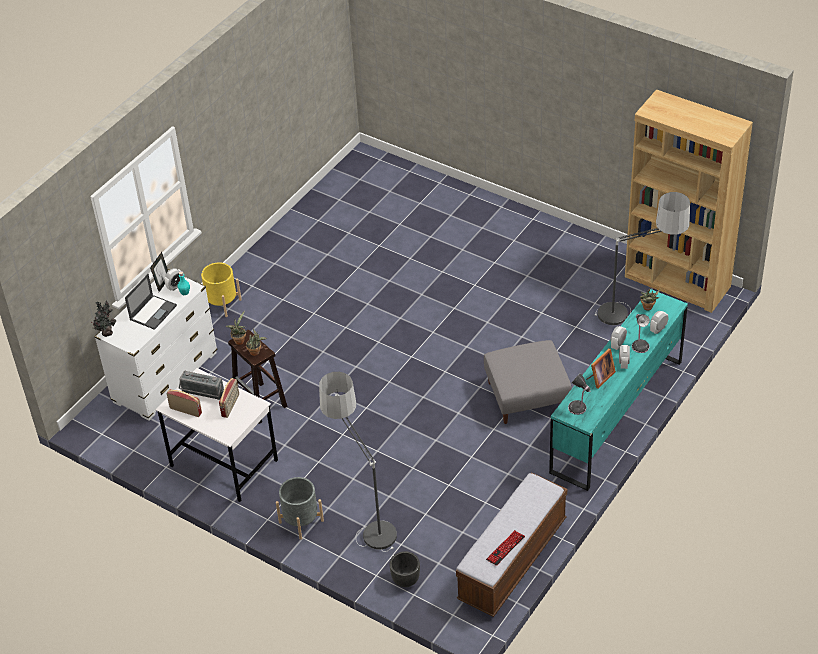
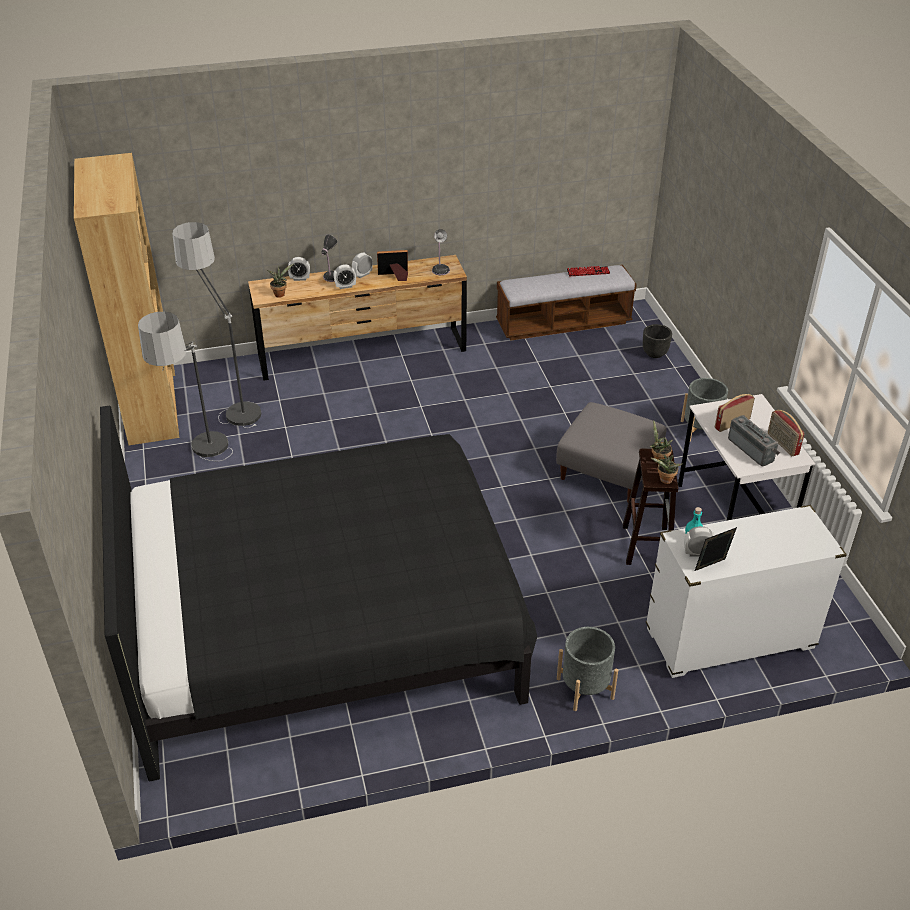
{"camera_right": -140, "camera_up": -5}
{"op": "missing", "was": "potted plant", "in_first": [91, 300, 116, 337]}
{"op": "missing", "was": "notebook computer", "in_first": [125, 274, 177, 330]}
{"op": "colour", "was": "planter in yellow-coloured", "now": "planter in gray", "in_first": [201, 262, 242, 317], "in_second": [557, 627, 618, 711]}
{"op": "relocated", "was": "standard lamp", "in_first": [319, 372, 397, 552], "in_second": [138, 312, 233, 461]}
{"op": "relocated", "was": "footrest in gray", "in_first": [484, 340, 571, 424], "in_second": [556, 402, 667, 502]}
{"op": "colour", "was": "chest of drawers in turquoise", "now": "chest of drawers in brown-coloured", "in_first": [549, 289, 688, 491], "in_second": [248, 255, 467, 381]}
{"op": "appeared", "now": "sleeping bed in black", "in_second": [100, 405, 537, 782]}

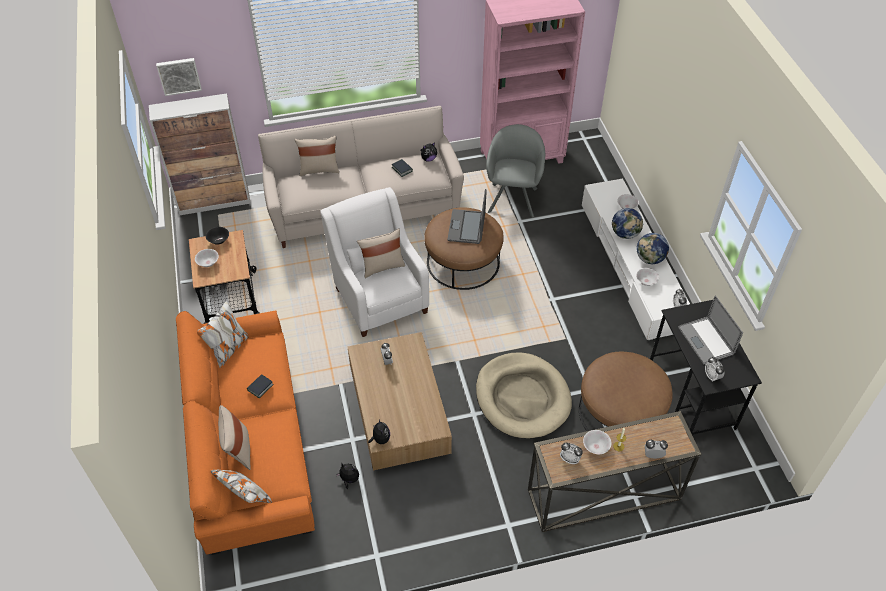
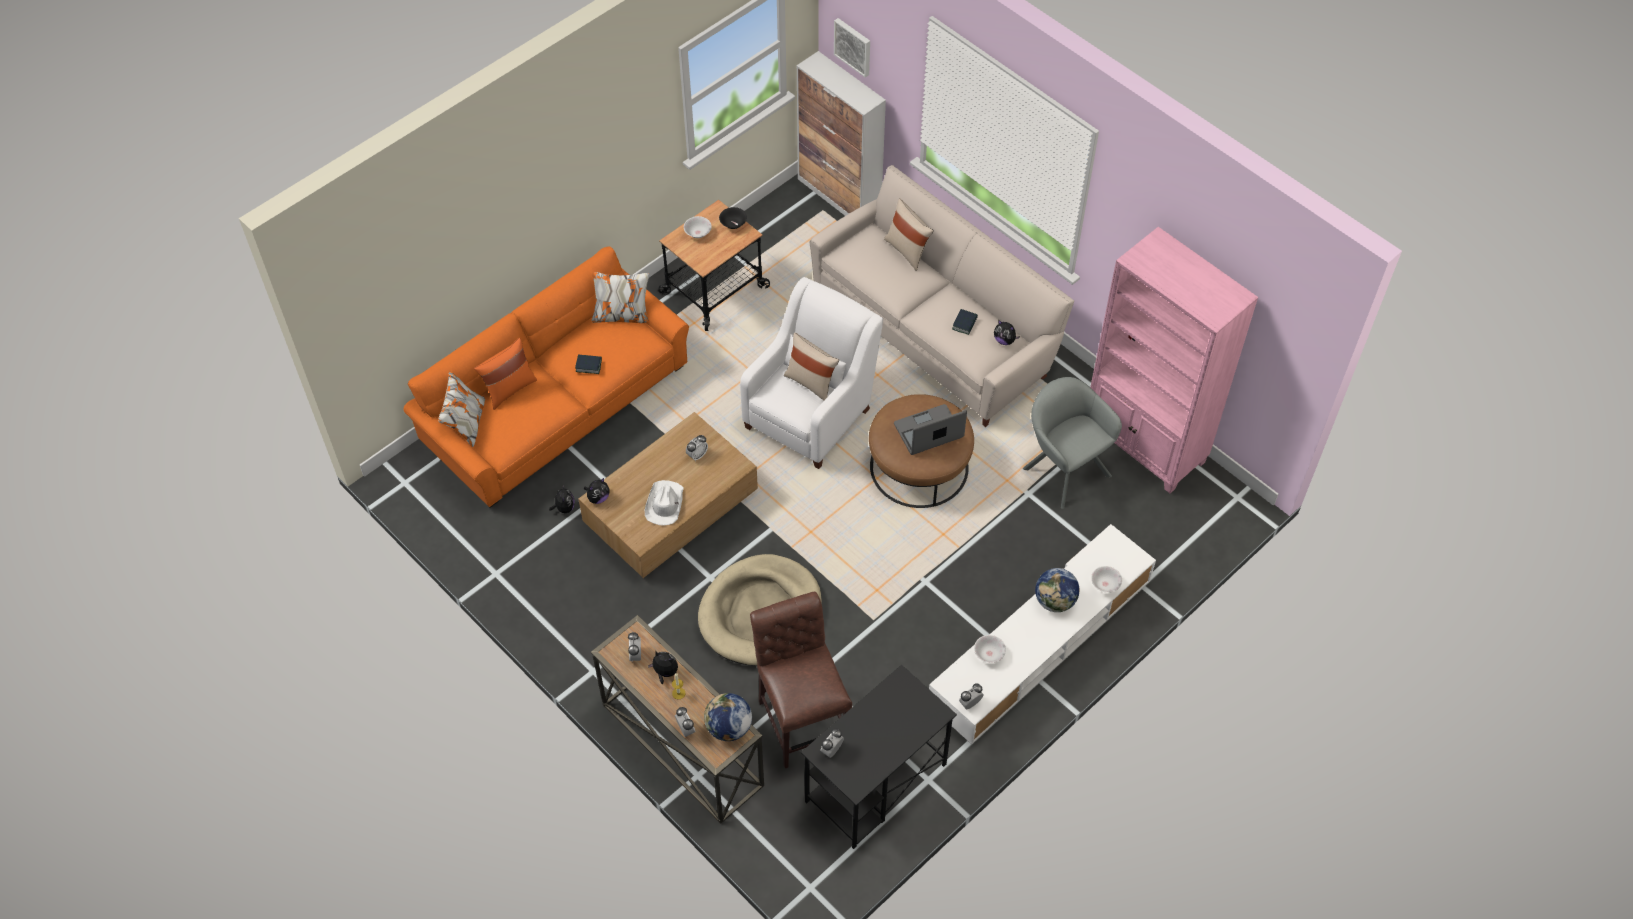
{"camera_right": 60, "camera_up": 5}
{"op": "colour", "was": "throw pillow in beige", "now": "throw pillow in orange-coloured", "in_first": [218, 405, 251, 470], "in_second": [474, 338, 537, 410]}
{"op": "spun", "was": "easy chair in gray", "in_first": [486, 124, 545, 218], "in_second": [1023, 377, 1122, 509], "clockwise": -105}
{"op": "exchanged", "was": "footrest in brown-coloured", "now": "chair in brown-coloured", "in_first": [579, 352, 673, 431], "in_second": [750, 591, 852, 768]}
{"op": "exchanged", "was": "bowl in white-coloured", "now": "cuddly toy", "in_first": [583, 430, 612, 454], "in_second": [648, 651, 678, 684]}
{"op": "relocated", "was": "globe", "in_first": [637, 233, 669, 264], "in_second": [704, 693, 752, 741]}
{"op": "missing", "was": "notebook computer", "in_first": [678, 296, 743, 364]}
{"op": "appeared", "now": "clothing hat in white-coloured", "in_second": [645, 480, 684, 526]}

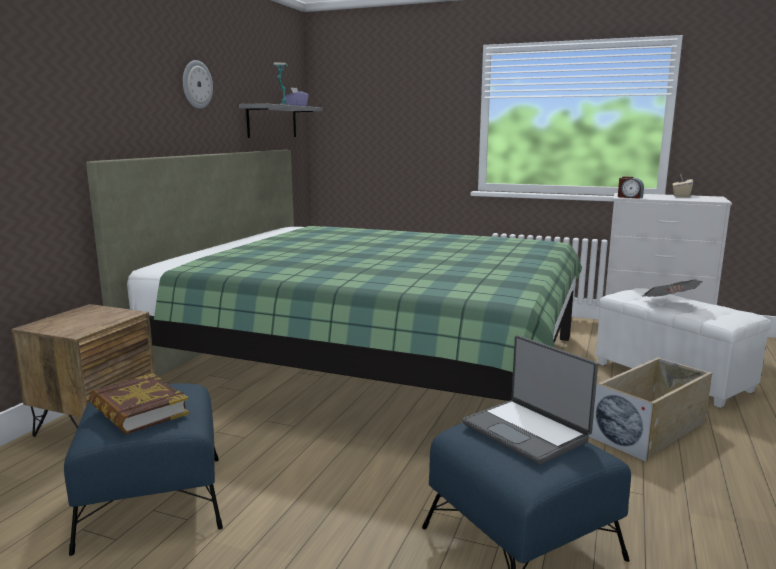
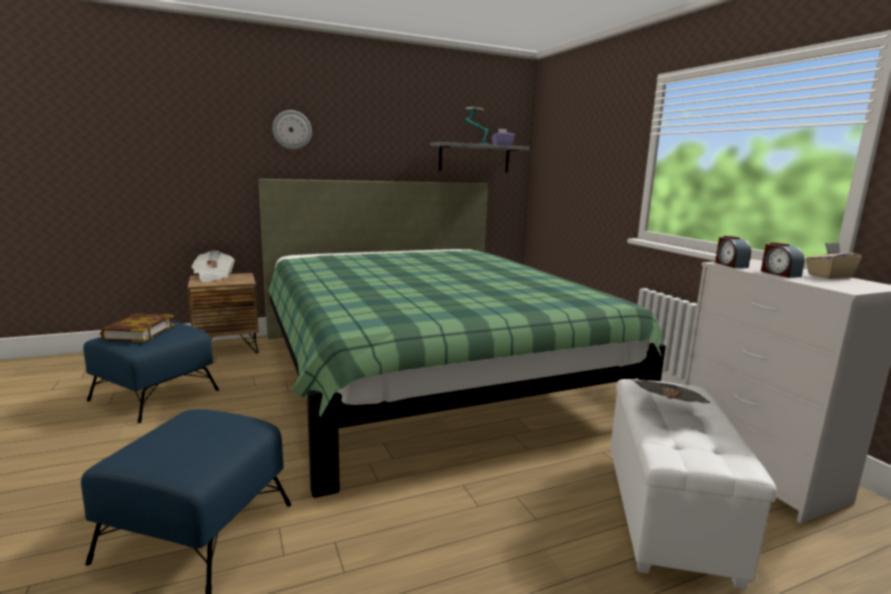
{"camera_right": 45, "camera_up": 0}
{"op": "relocated", "was": "clock on the wall", "in_first": [183, 60, 213, 109], "in_second": [273, 110, 312, 150]}
{"op": "missing", "was": "notebook computer", "in_first": [462, 335, 598, 465]}
{"op": "missing", "was": "storage box in beige", "in_first": [589, 357, 712, 462]}
{"op": "appeared", "now": "newspaper", "in_second": [191, 251, 235, 282]}
{"op": "appeared", "now": "table clock", "in_second": [761, 242, 805, 278]}

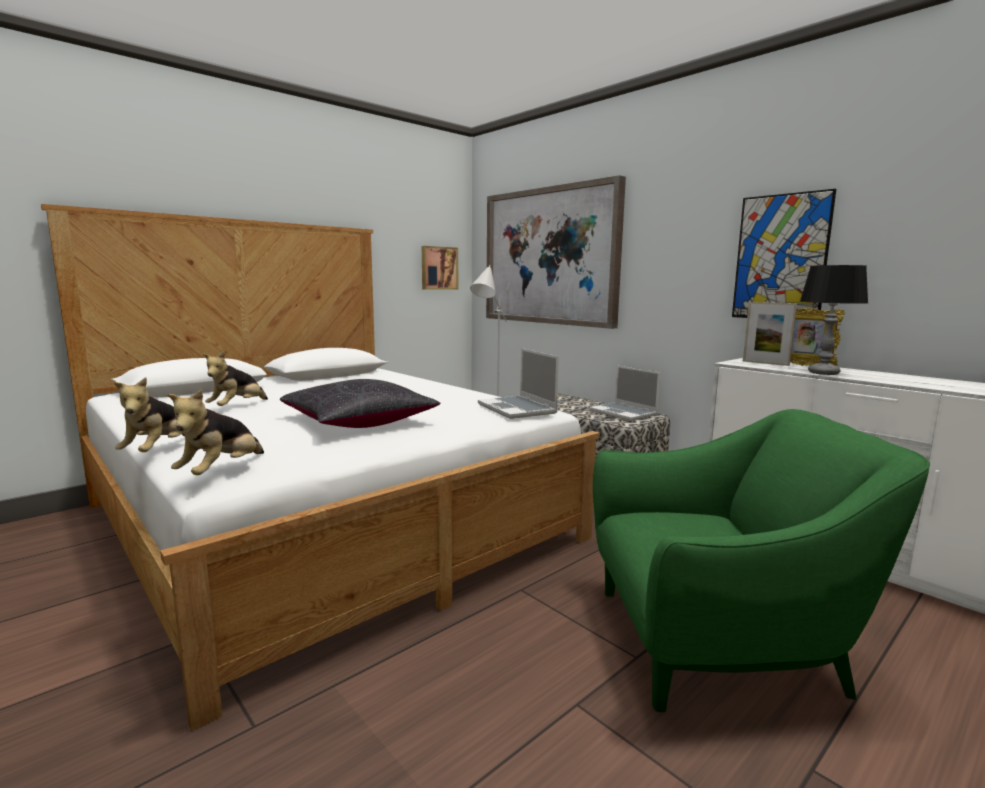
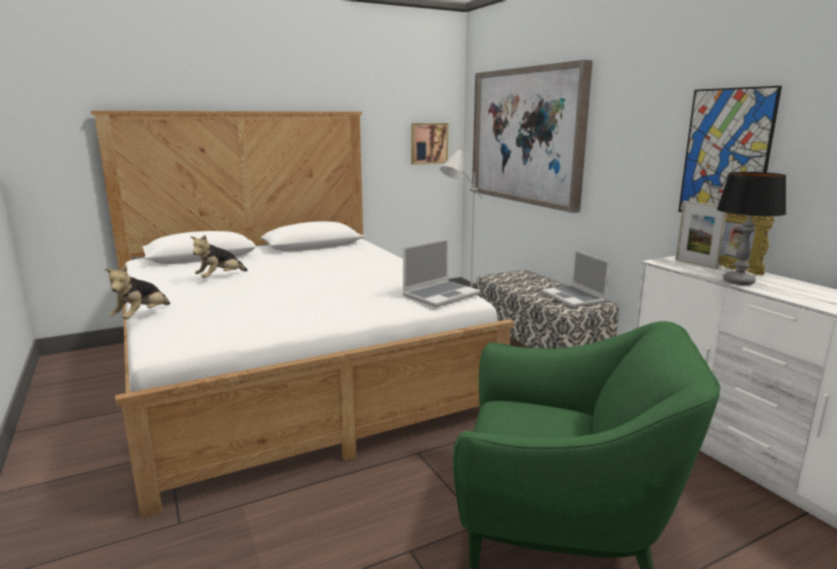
{"camera_right": 15, "camera_up": 5}
{"op": "missing", "was": "cuddly toy", "in_first": [167, 389, 264, 475]}
{"op": "missing", "was": "throw pillow in black", "in_first": [280, 379, 441, 428]}
{"op": "spun", "was": "notebook computer", "in_first": [478, 348, 559, 419], "in_second": [403, 238, 480, 307], "clockwise": -120}

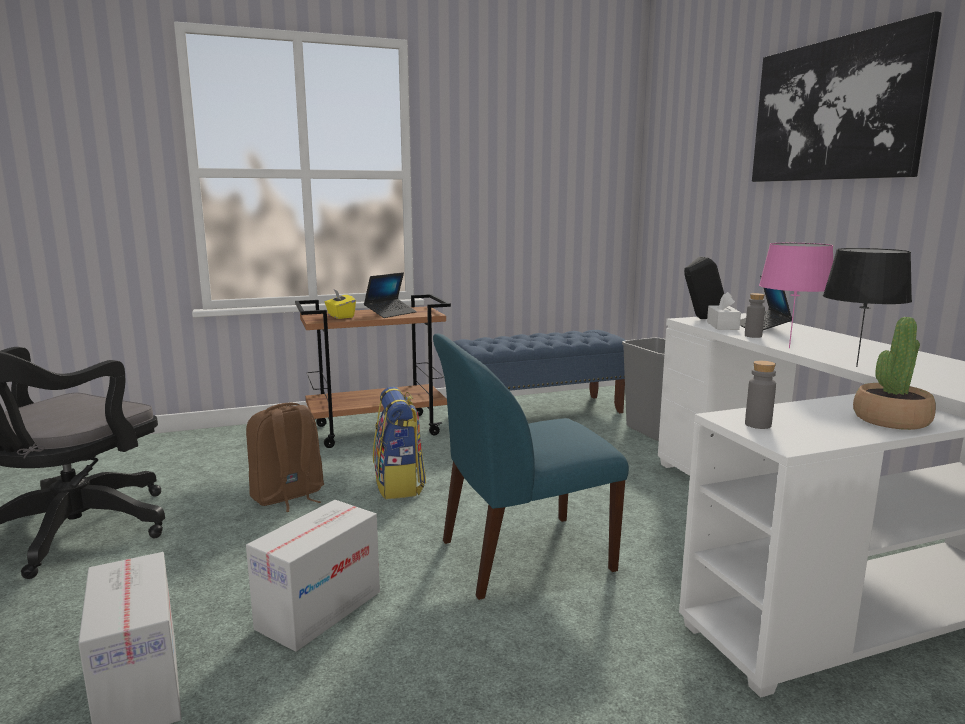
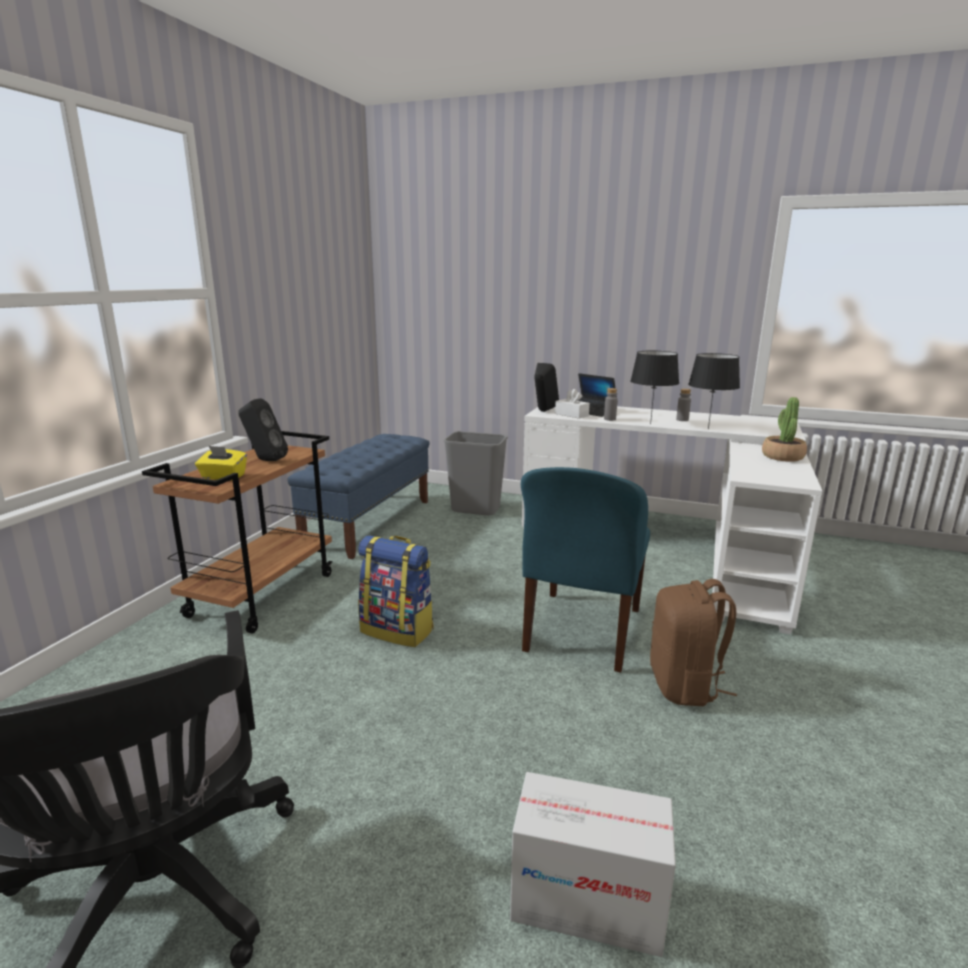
{"camera_right": -50, "camera_up": 5}
{"op": "relocated", "was": "backpack in brown-coloured", "in_first": [246, 402, 324, 512], "in_second": [650, 579, 737, 706]}
{"op": "missing", "was": "packing box", "in_first": [246, 500, 380, 652]}
{"op": "exchanged", "was": "notebook computer", "now": "audio speaker in black", "in_first": [364, 272, 417, 318], "in_second": [238, 398, 288, 461]}
{"op": "relocated", "was": "drink bottle in gray", "in_first": [745, 361, 776, 429], "in_second": [676, 389, 691, 421]}
{"op": "missing", "was": "wall picture", "in_first": [752, 11, 942, 182]}
{"op": "colour", "was": "tabletop lamp in pink-coloured", "now": "tabletop lamp in black", "in_first": [759, 243, 833, 348], "in_second": [630, 350, 679, 424]}

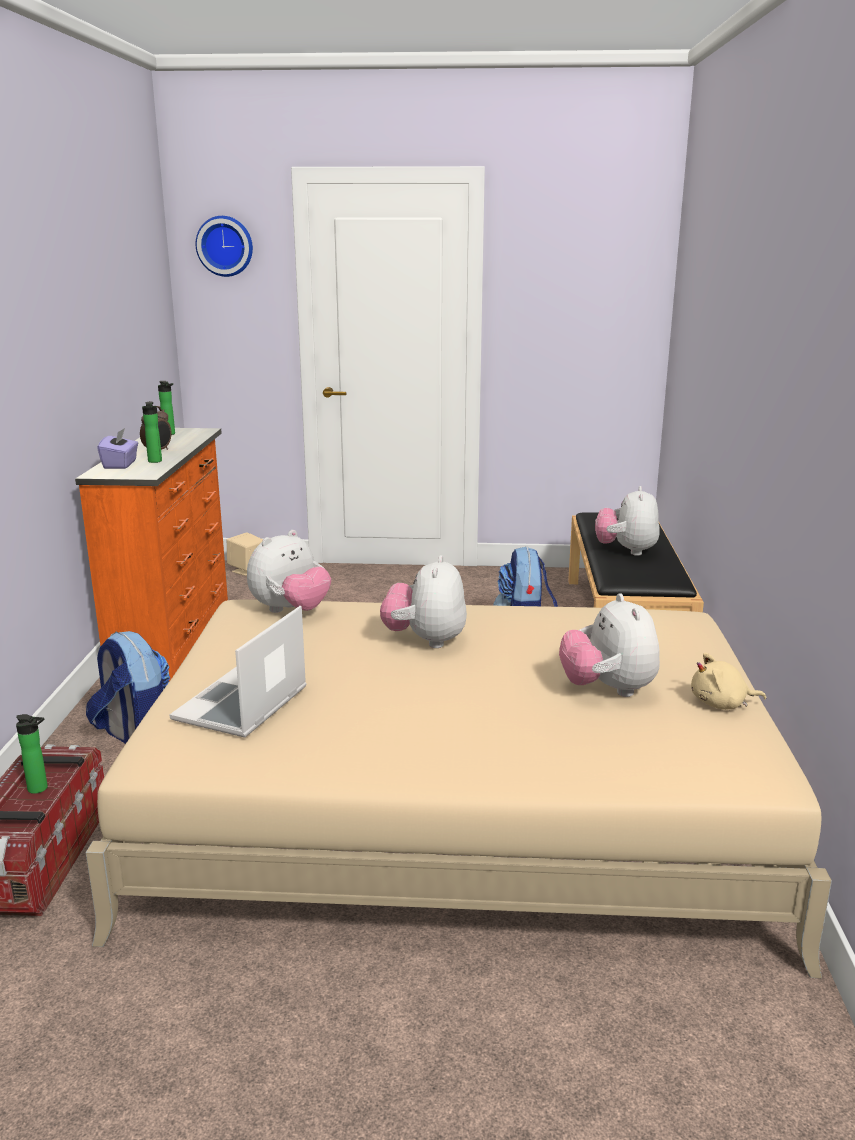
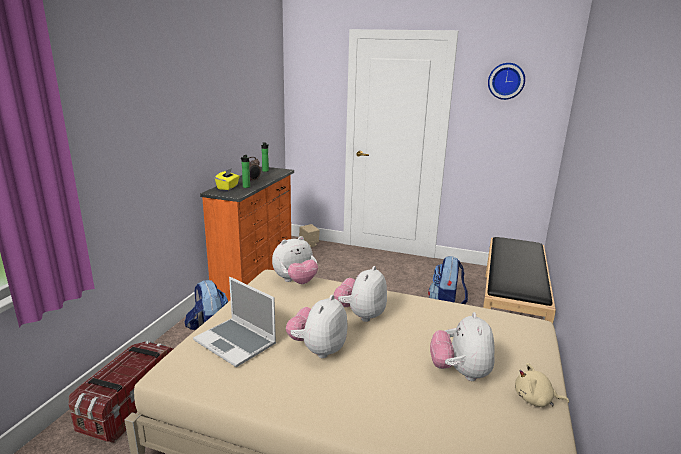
{"camera_right": 15, "camera_up": 0}
{"op": "missing", "was": "drink bottle", "in_first": [16, 714, 48, 794]}
{"op": "colour", "was": "tissue box in purple-coloured", "now": "tissue box in yellow-coloured", "in_first": [97, 428, 138, 469], "in_second": [215, 168, 240, 190]}
{"op": "spun", "was": "notebook computer", "in_first": [169, 606, 306, 738], "in_second": [193, 277, 276, 367], "clockwise": -90}
{"op": "relocated", "was": "clock on the wall", "in_first": [196, 216, 253, 277], "in_second": [488, 63, 525, 100]}
{"op": "relocated", "was": "cuddly toy", "in_first": [595, 486, 659, 556], "in_second": [286, 295, 347, 358]}

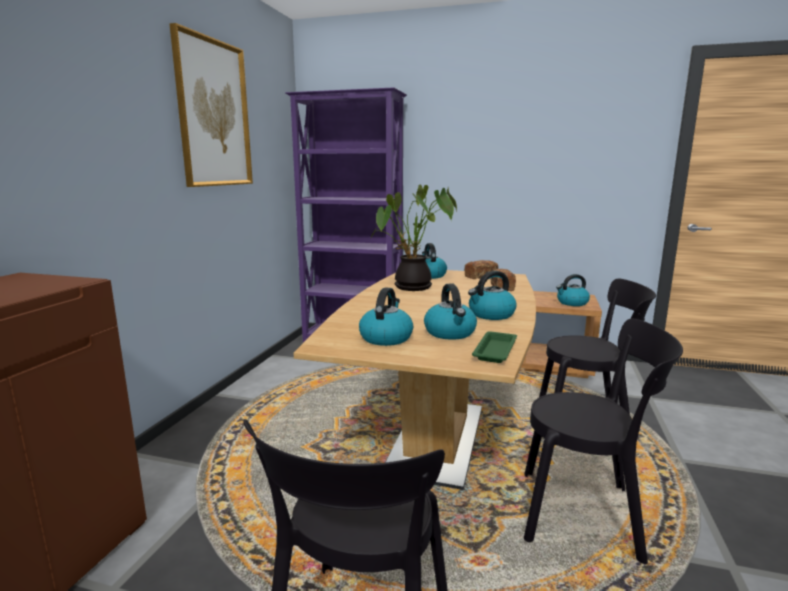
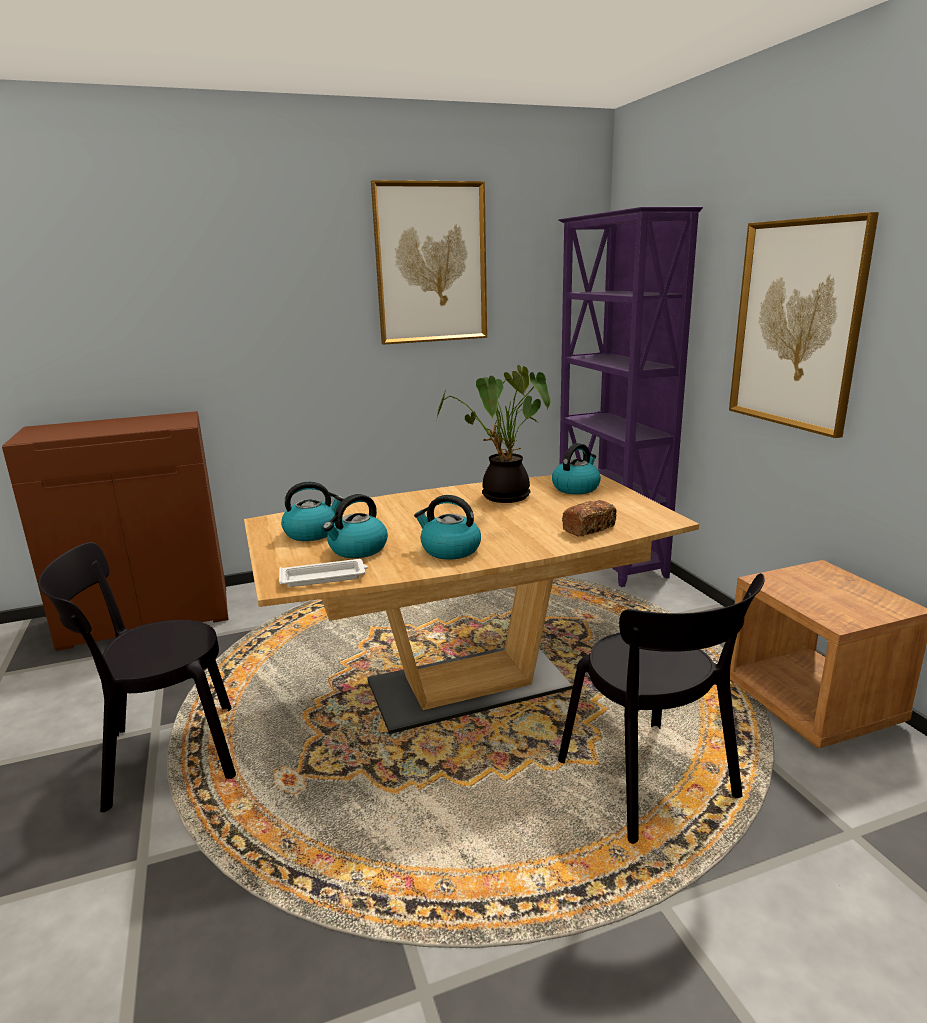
{"camera_right": 55, "camera_up": 5}
{"op": "missing", "was": "bakery bread", "in_first": [464, 260, 498, 279]}
{"op": "colour", "was": "serving tray in greenish", "now": "serving tray in white-coloured", "in_first": [472, 331, 517, 363], "in_second": [279, 559, 368, 587]}
{"op": "missing", "was": "chair in black", "in_first": [524, 319, 683, 564]}
{"op": "missing", "was": "kettle", "in_first": [556, 274, 590, 306]}
{"op": "appeared", "now": "wall picture", "in_second": [729, 212, 879, 438]}

